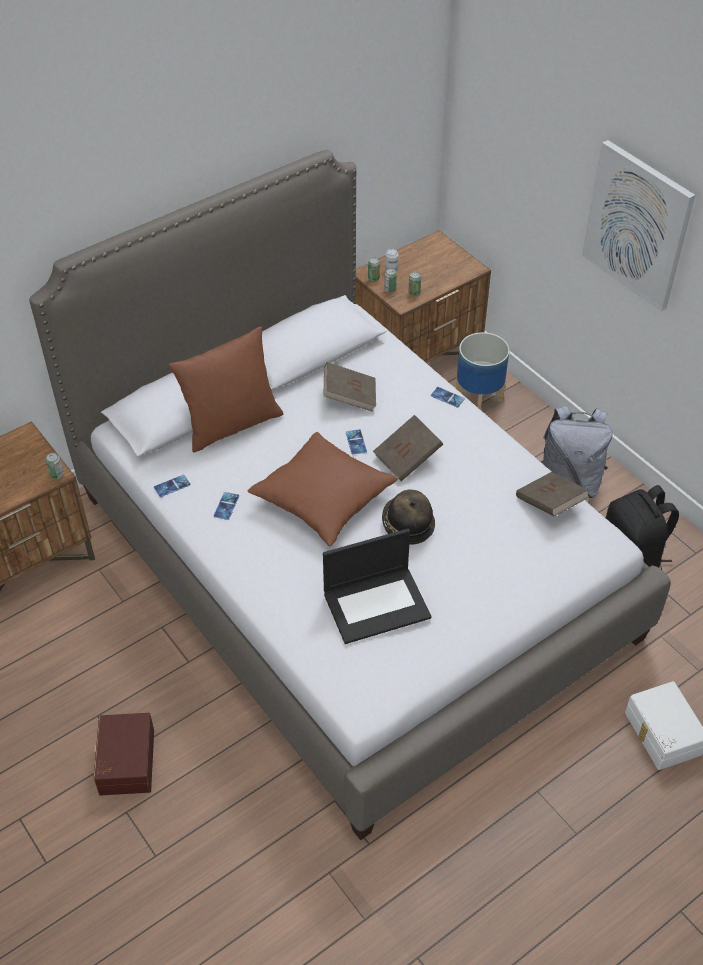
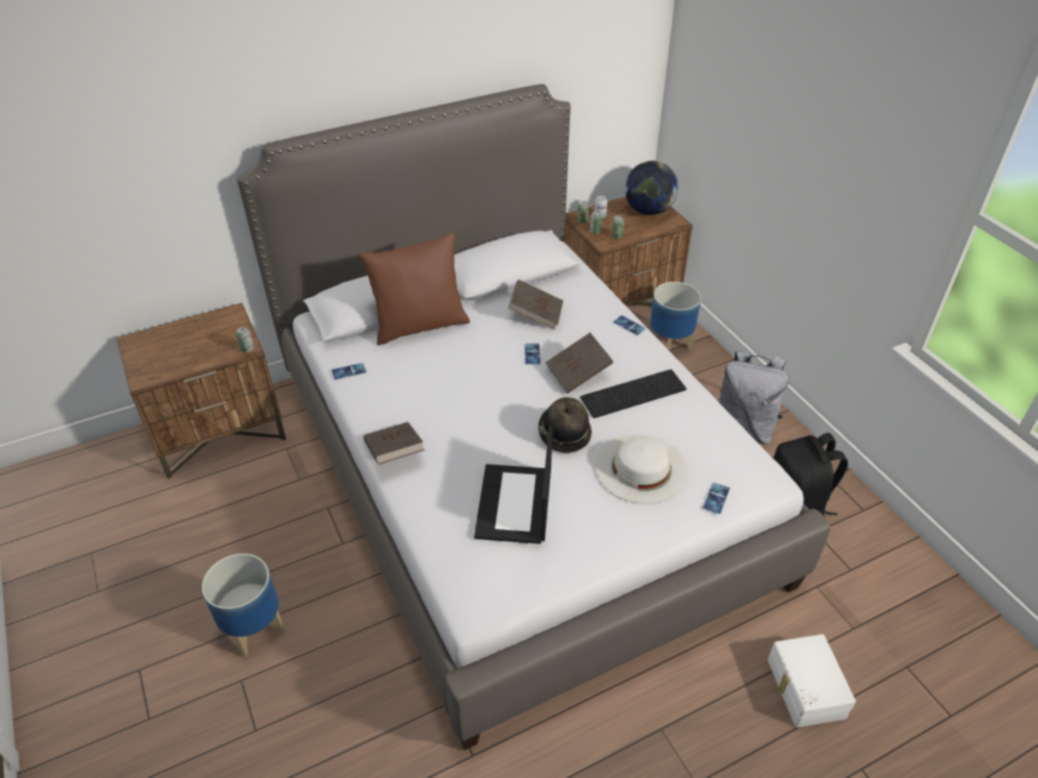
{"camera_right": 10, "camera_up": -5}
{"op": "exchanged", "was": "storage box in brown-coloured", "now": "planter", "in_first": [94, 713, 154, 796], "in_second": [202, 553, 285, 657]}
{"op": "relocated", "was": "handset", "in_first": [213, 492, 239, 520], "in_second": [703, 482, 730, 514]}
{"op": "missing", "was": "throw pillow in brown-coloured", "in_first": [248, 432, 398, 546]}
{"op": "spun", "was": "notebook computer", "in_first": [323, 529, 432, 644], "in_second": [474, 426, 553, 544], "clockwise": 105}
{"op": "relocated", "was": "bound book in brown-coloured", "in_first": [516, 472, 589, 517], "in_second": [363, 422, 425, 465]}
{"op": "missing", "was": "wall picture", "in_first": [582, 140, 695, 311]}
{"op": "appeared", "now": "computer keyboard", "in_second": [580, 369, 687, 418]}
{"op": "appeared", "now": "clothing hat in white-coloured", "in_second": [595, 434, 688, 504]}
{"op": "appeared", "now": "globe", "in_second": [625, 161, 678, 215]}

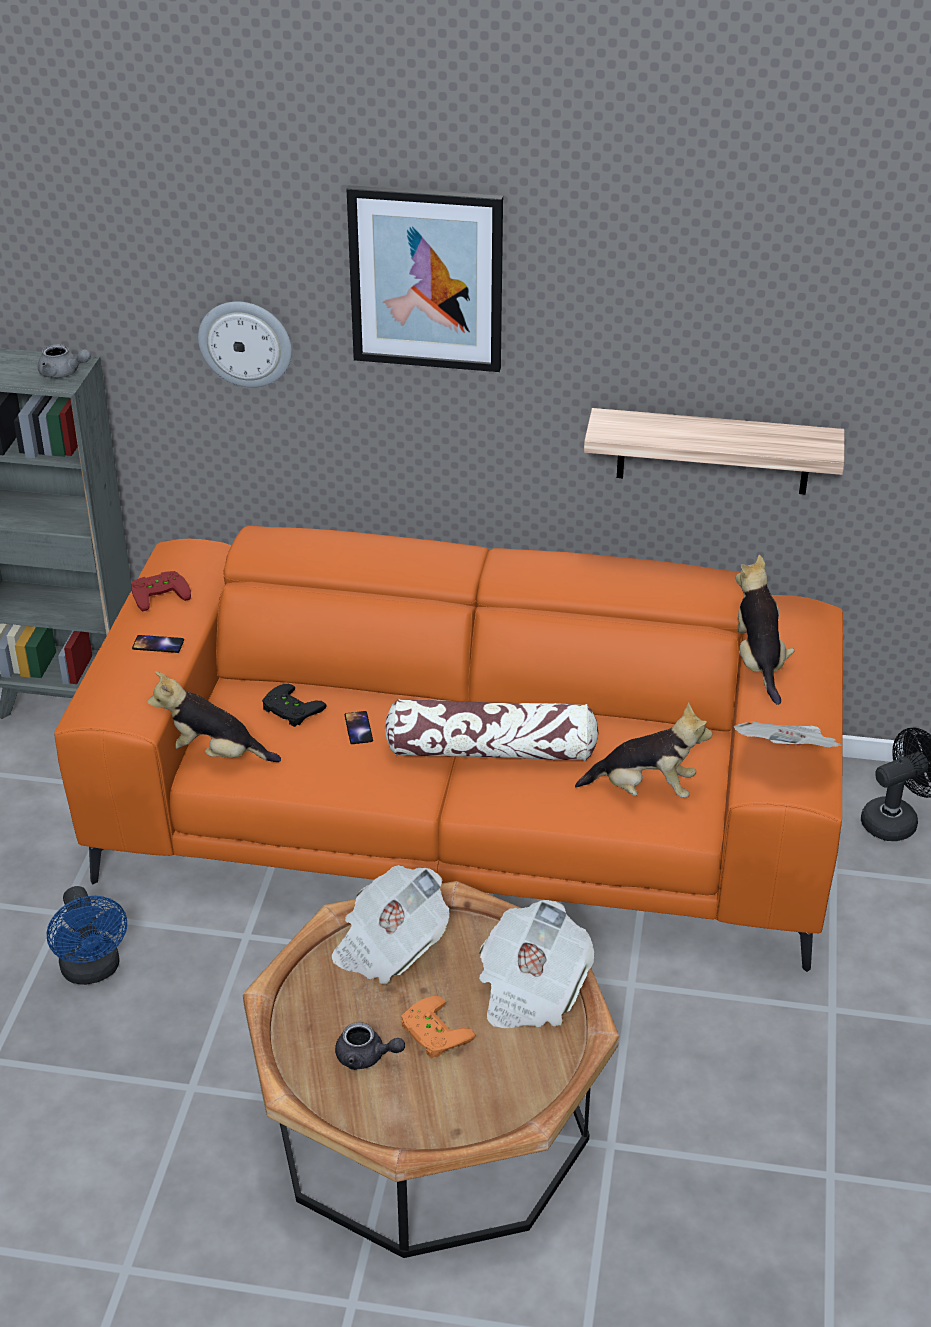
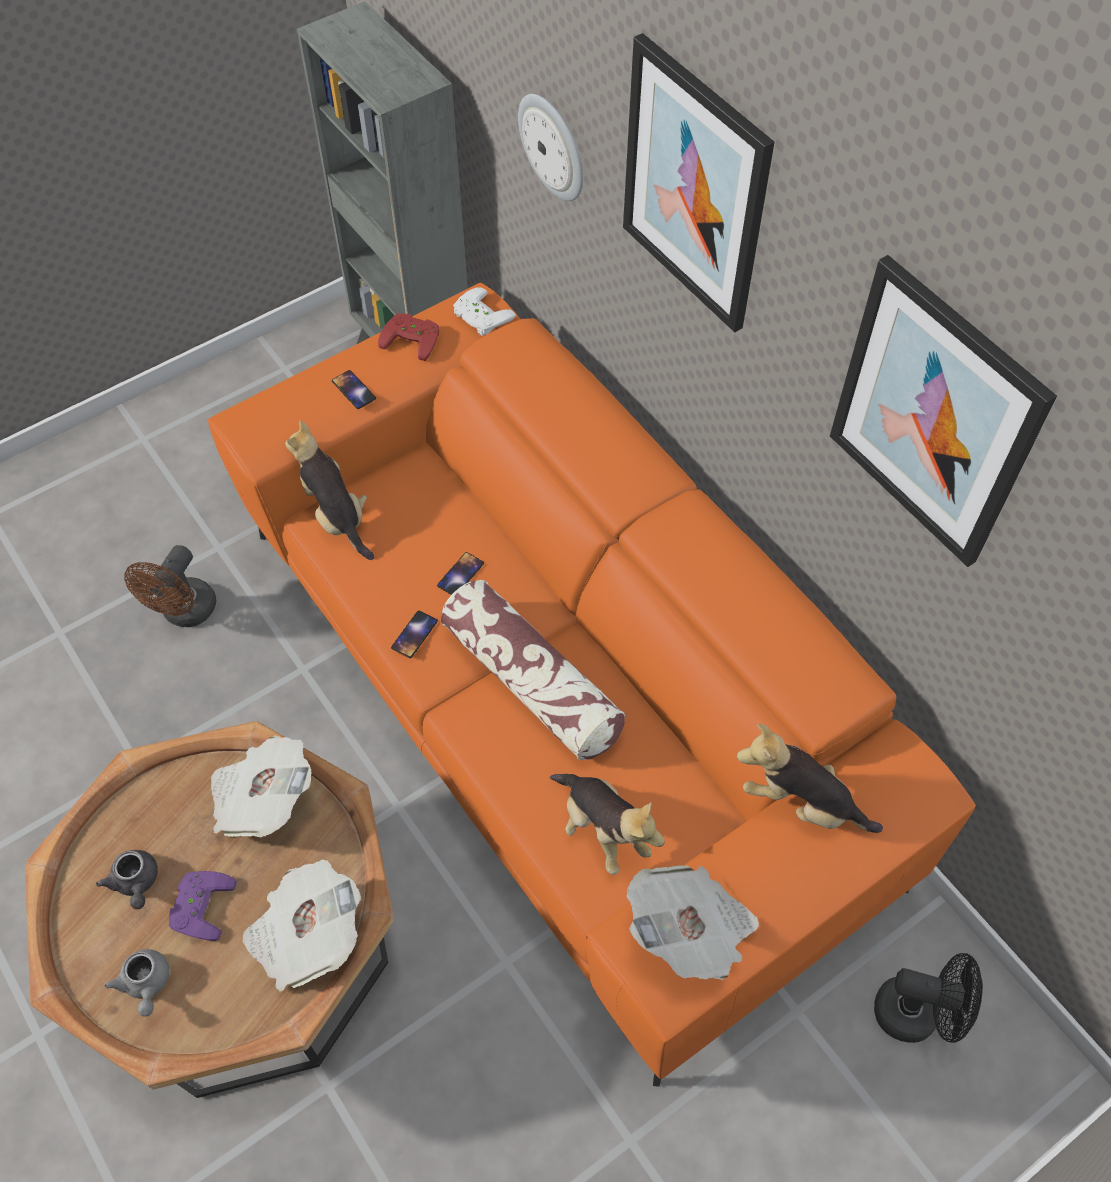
{"camera_right": 45, "camera_up": 20}
{"op": "relocated", "was": "pot for tea in gray", "in_first": [38, 344, 91, 378], "in_second": [104, 949, 170, 1017]}
{"op": "colour", "was": "cooling fan in blue-coloured", "now": "cooling fan in brown-coloured", "in_first": [47, 886, 127, 985], "in_second": [124, 545, 216, 627]}
{"op": "missing", "was": "gamepad in black", "in_first": [262, 684, 327, 727]}
{"op": "colour", "was": "gamepad in orange-coloured", "now": "gamepad in purple-coloured", "in_first": [402, 996, 476, 1058], "in_second": [169, 871, 237, 941]}
{"op": "missing", "was": "shelf", "in_first": [584, 408, 845, 494]}
{"op": "spun", "was": "cuddly toy", "in_first": [736, 555, 795, 705], "in_second": [737, 724, 883, 833], "clockwise": -105}
{"op": "appeared", "now": "handset", "in_second": [391, 611, 438, 658]}
{"op": "appeared", "now": "gamepad in white-coloured", "in_second": [453, 287, 516, 336]}
{"op": "appeared", "now": "wall picture", "in_second": [830, 255, 1057, 567]}

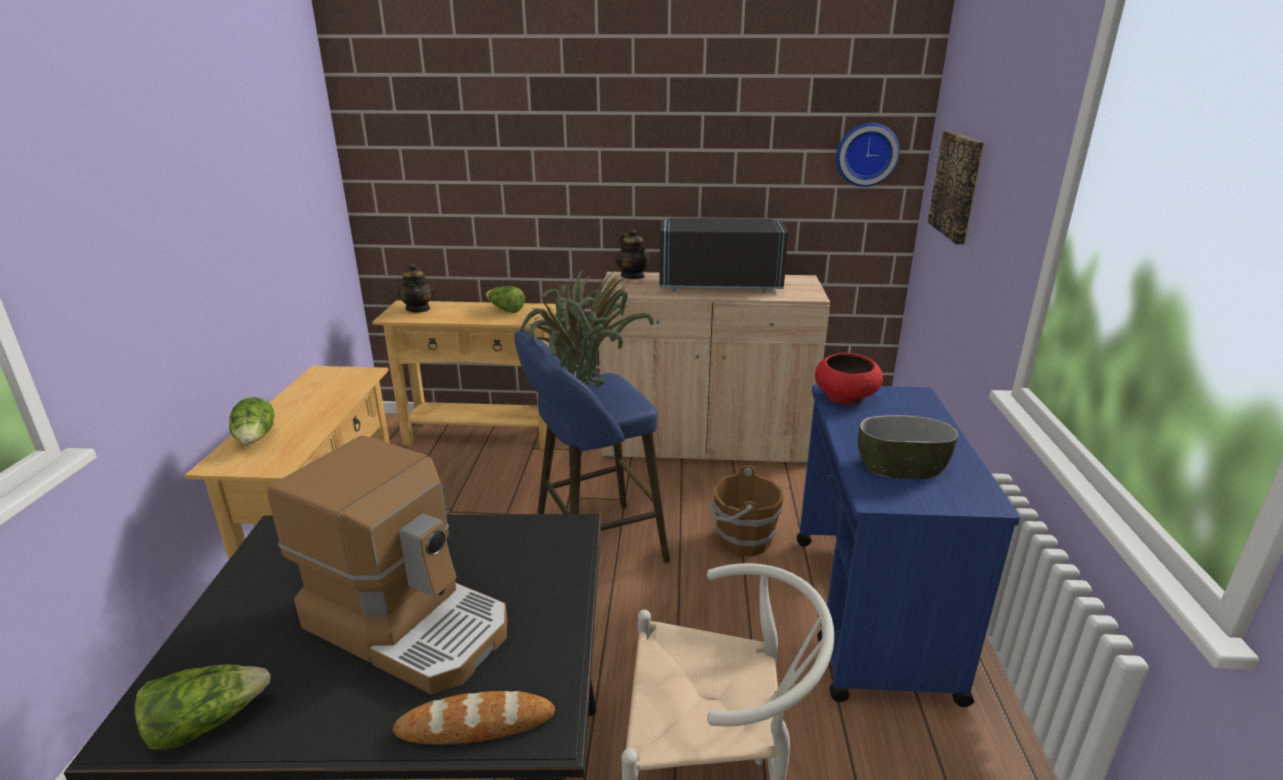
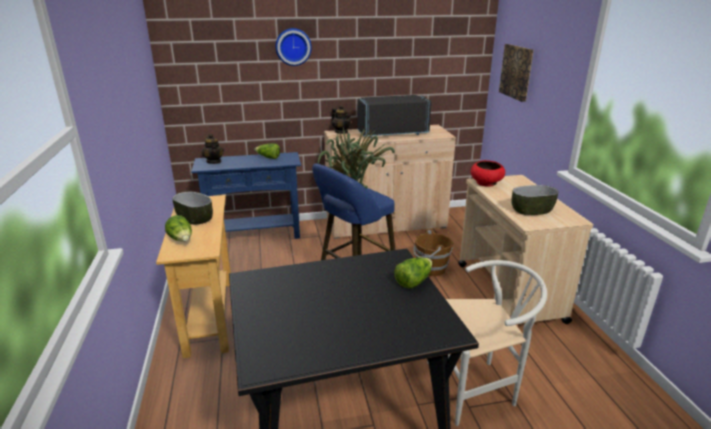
{"camera_right": -15, "camera_up": 0}
{"op": "relocated", "was": "lettuce", "in_first": [135, 665, 271, 750], "in_second": [394, 257, 432, 288]}
{"op": "missing", "was": "coffee machine", "in_first": [267, 436, 507, 695]}
{"op": "colour", "was": "hall table in beige", "now": "hall table in blue-coloured", "in_first": [372, 300, 556, 449], "in_second": [191, 152, 301, 239]}
{"op": "missing", "was": "bakery bread", "in_first": [393, 691, 555, 744]}
{"op": "colour", "was": "wheeled cart in blue-coloured", "now": "wheeled cart in beige", "in_first": [797, 384, 1020, 707], "in_second": [458, 175, 593, 324]}
{"op": "relocated", "was": "clock on the wall", "in_first": [836, 122, 900, 187], "in_second": [276, 28, 312, 66]}
{"op": "appeared", "now": "bowl", "in_second": [172, 191, 213, 225]}

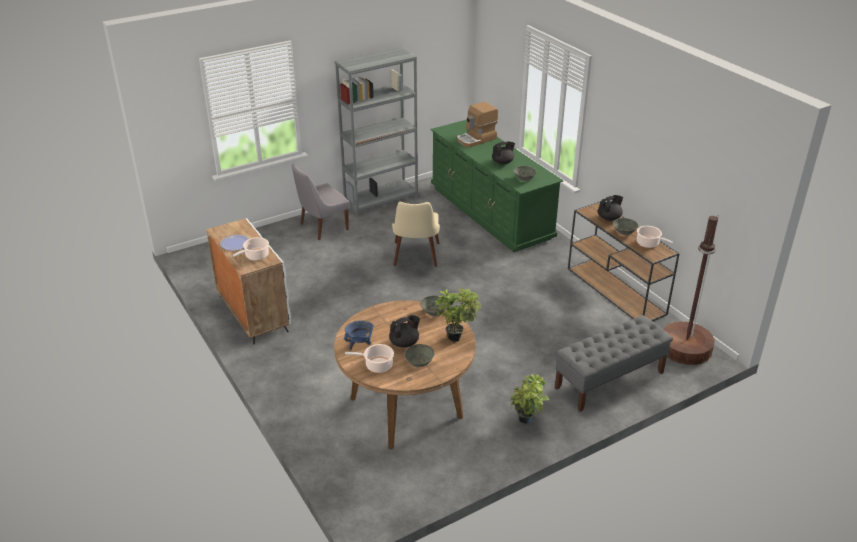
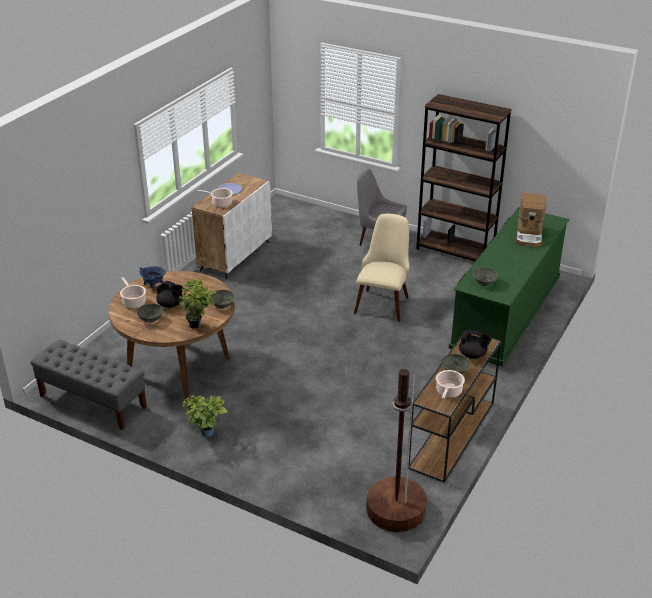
{"camera_right": 60, "camera_up": 0}
{"op": "colour", "was": "bookshelf in gray", "now": "bookshelf in brown-coloured", "in_first": [335, 47, 418, 216], "in_second": [416, 94, 512, 261]}
{"op": "spun", "was": "chair in beige", "in_first": [392, 202, 440, 267], "in_second": [354, 214, 409, 322], "clockwise": 135}
{"op": "spun", "was": "coffee machine", "in_first": [457, 102, 498, 147], "in_second": [516, 193, 547, 247], "clockwise": -105}
{"op": "missing", "was": "pot for tea in black", "in_first": [492, 142, 515, 165]}
{"op": "relocated", "was": "bench in gray", "in_first": [555, 315, 673, 412], "in_second": [30, 339, 147, 430]}

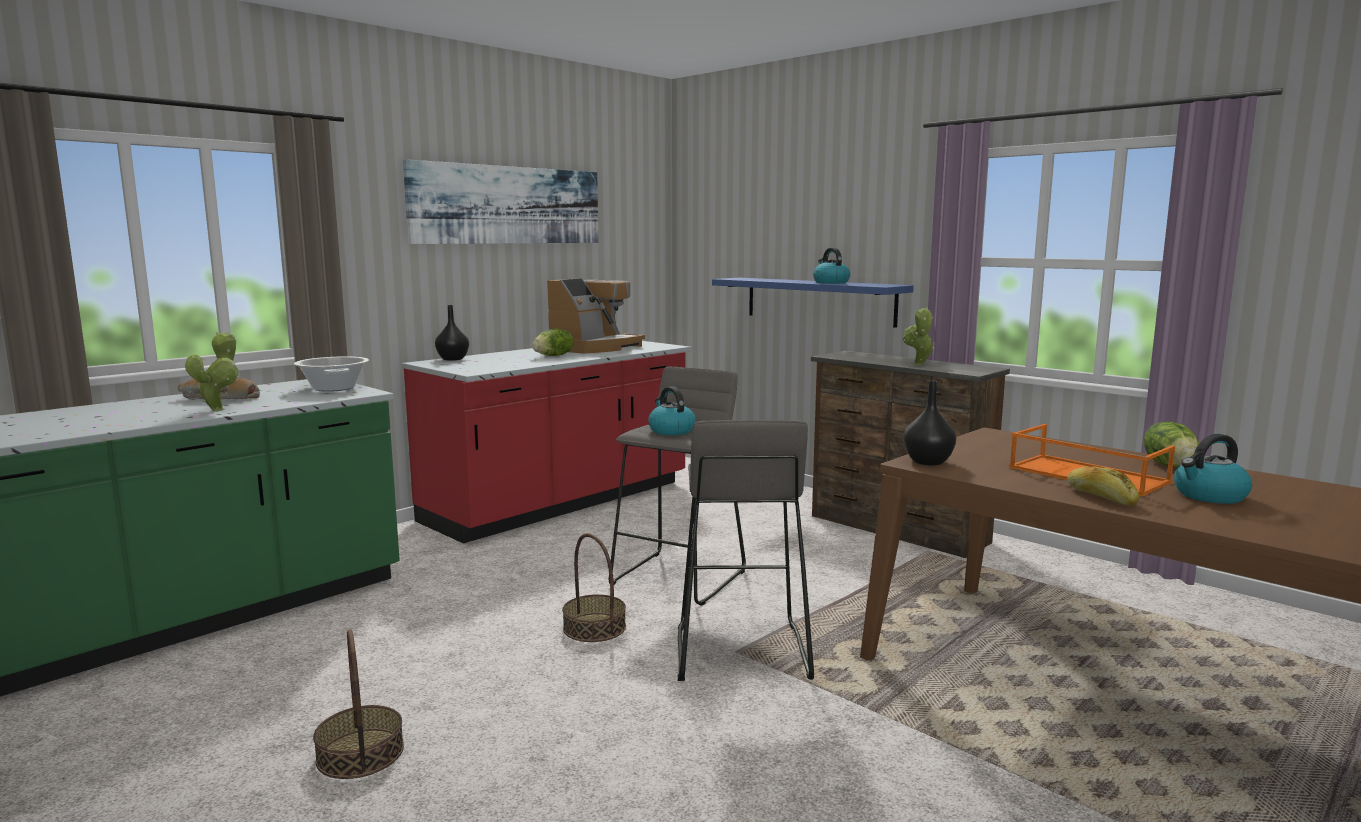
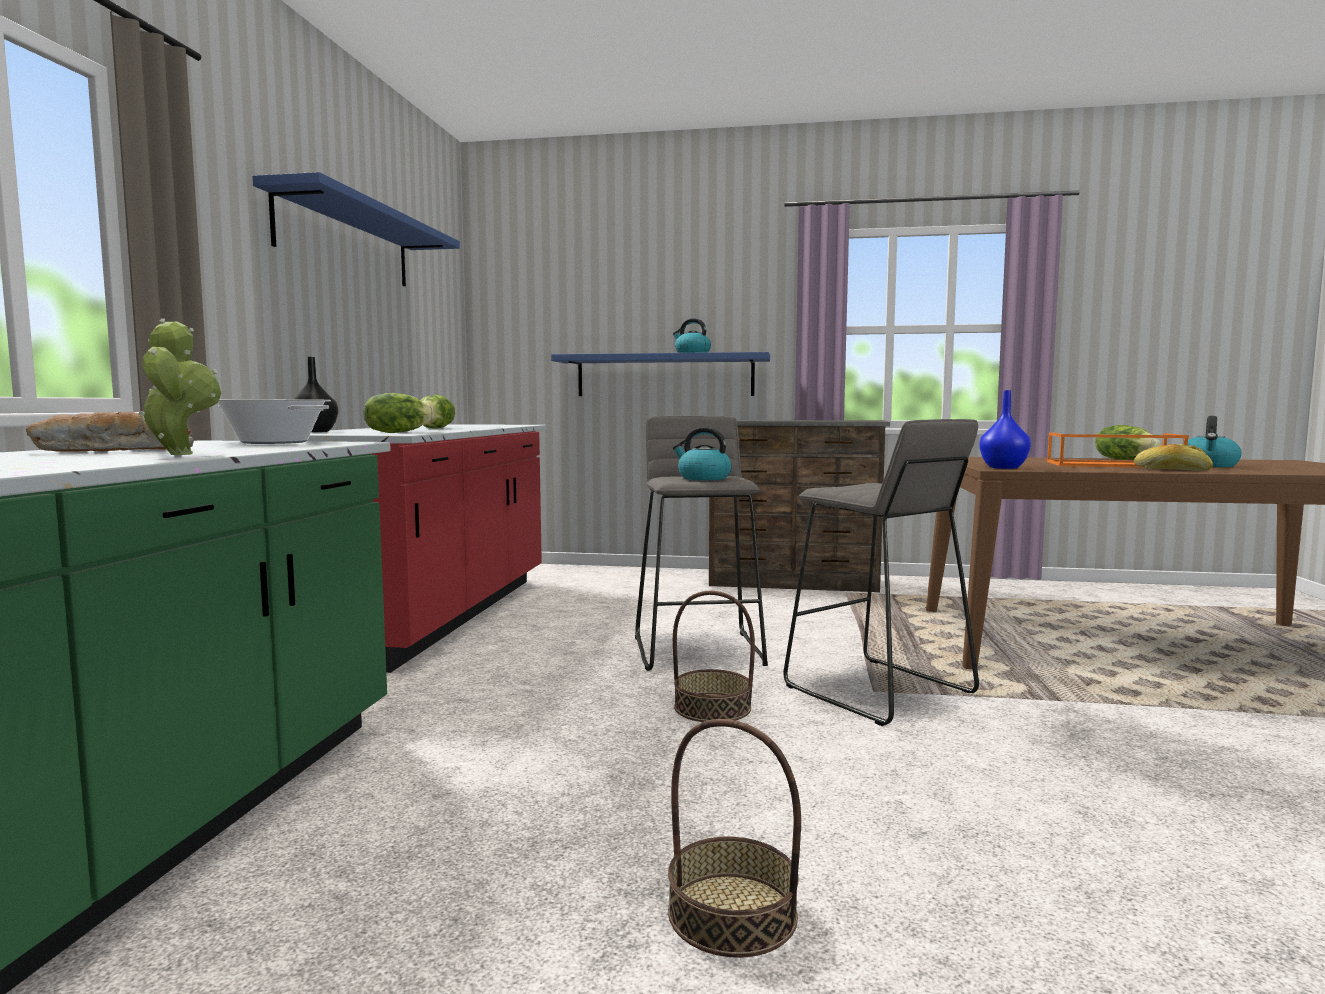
{"camera_right": -35, "camera_up": -5}
{"op": "exchanged", "was": "wall picture", "now": "shelf in blue-coloured", "in_first": [403, 159, 599, 244], "in_second": [253, 172, 460, 287]}
{"op": "missing", "was": "coffee machine", "in_first": [547, 278, 645, 354]}
{"op": "missing", "was": "potted plant", "in_first": [903, 307, 934, 366]}
{"op": "colour", "was": "decorative vase in black", "now": "decorative vase in blue-coloured", "in_first": [903, 381, 956, 466], "in_second": [979, 390, 1031, 469]}
{"op": "appeared", "now": "lettuce", "in_second": [363, 393, 434, 433]}

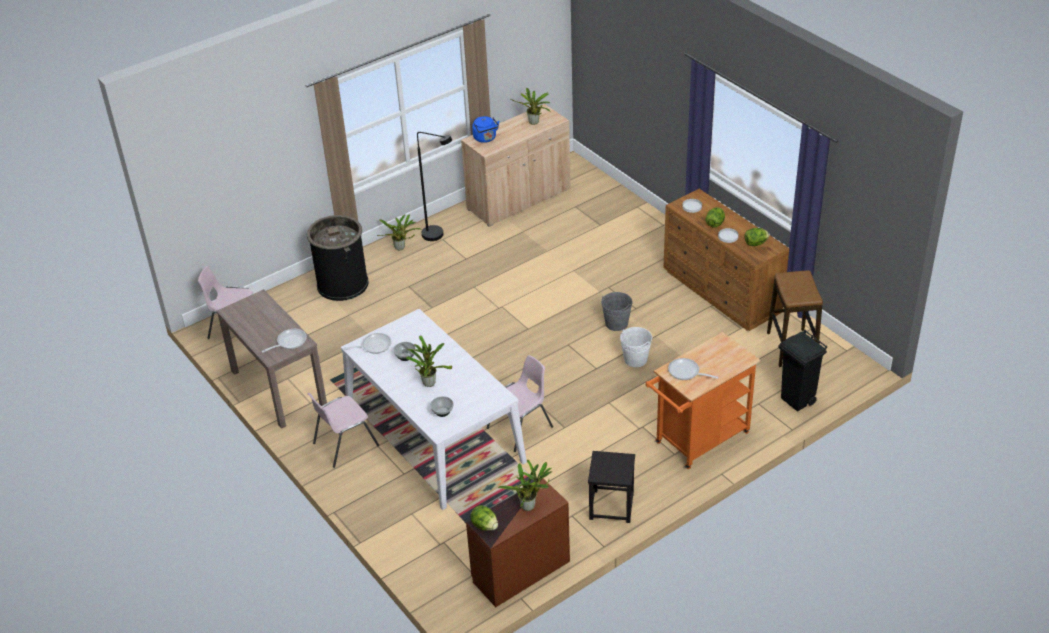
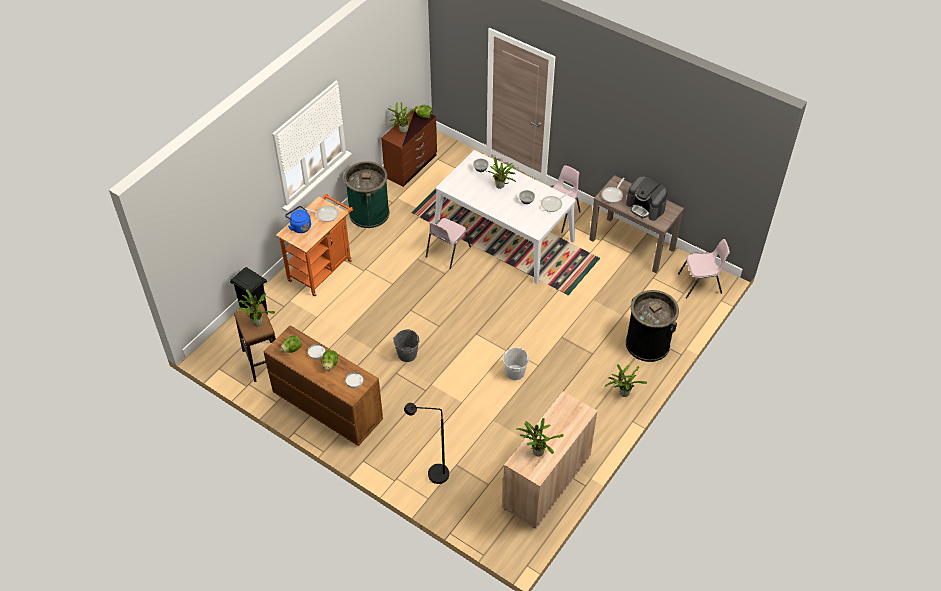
{"camera_right": 160, "camera_up": 10}
{"op": "relocated", "was": "standard lamp in black", "in_first": [417, 132, 452, 241], "in_second": [404, 403, 449, 484]}
{"op": "relocated", "was": "kettle in blue-coloured", "in_first": [472, 116, 499, 143], "in_second": [285, 206, 311, 233]}
{"op": "exchanged", "was": "stool in black", "now": "rubbish bin in greenish", "in_first": [588, 451, 635, 523], "in_second": [344, 161, 389, 228]}
{"op": "relocated", "was": "bucket in white-coloured", "in_first": [620, 327, 652, 367], "in_second": [503, 348, 529, 380]}
{"op": "appeared", "now": "potted plant", "in_second": [238, 289, 275, 326]}
{"op": "appeared", "now": "coffee machine", "in_second": [626, 176, 667, 221]}

